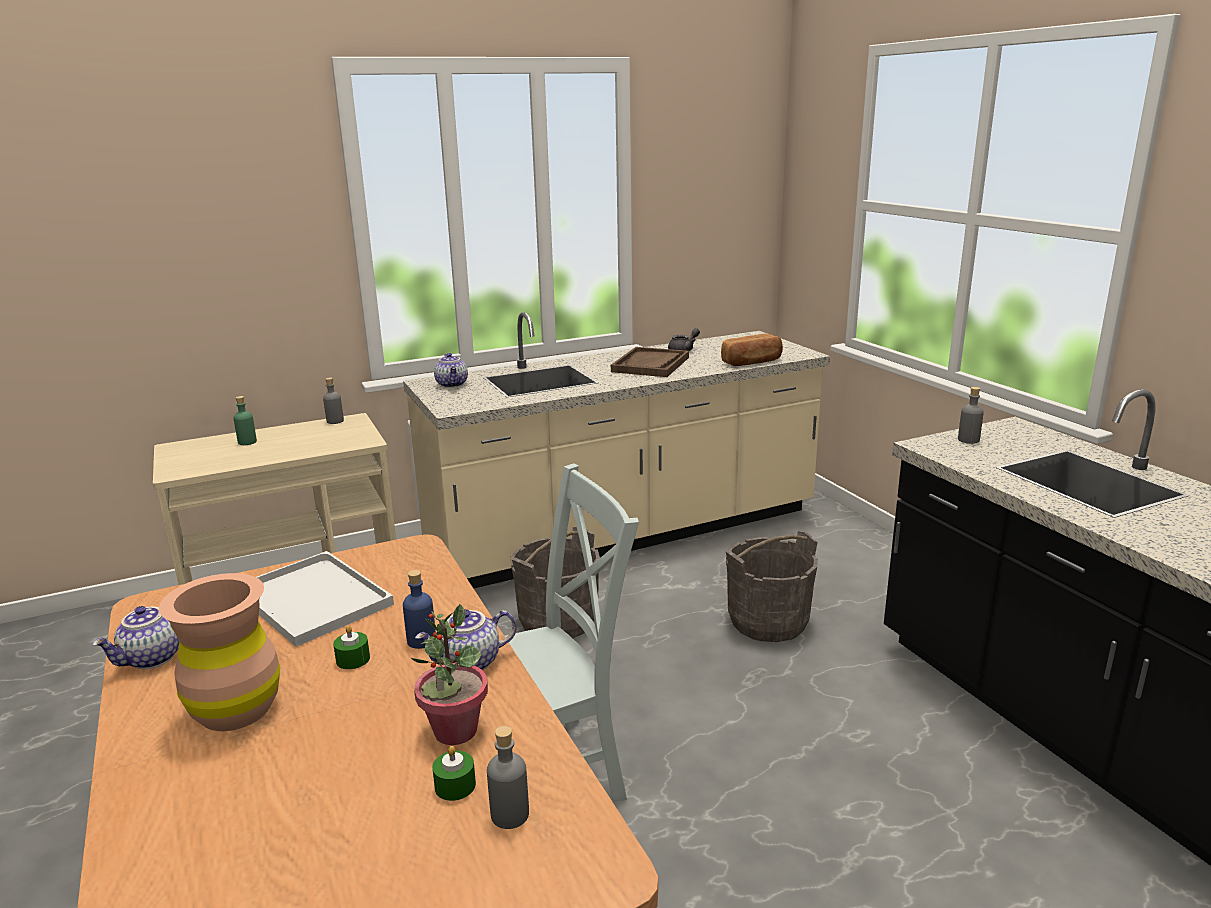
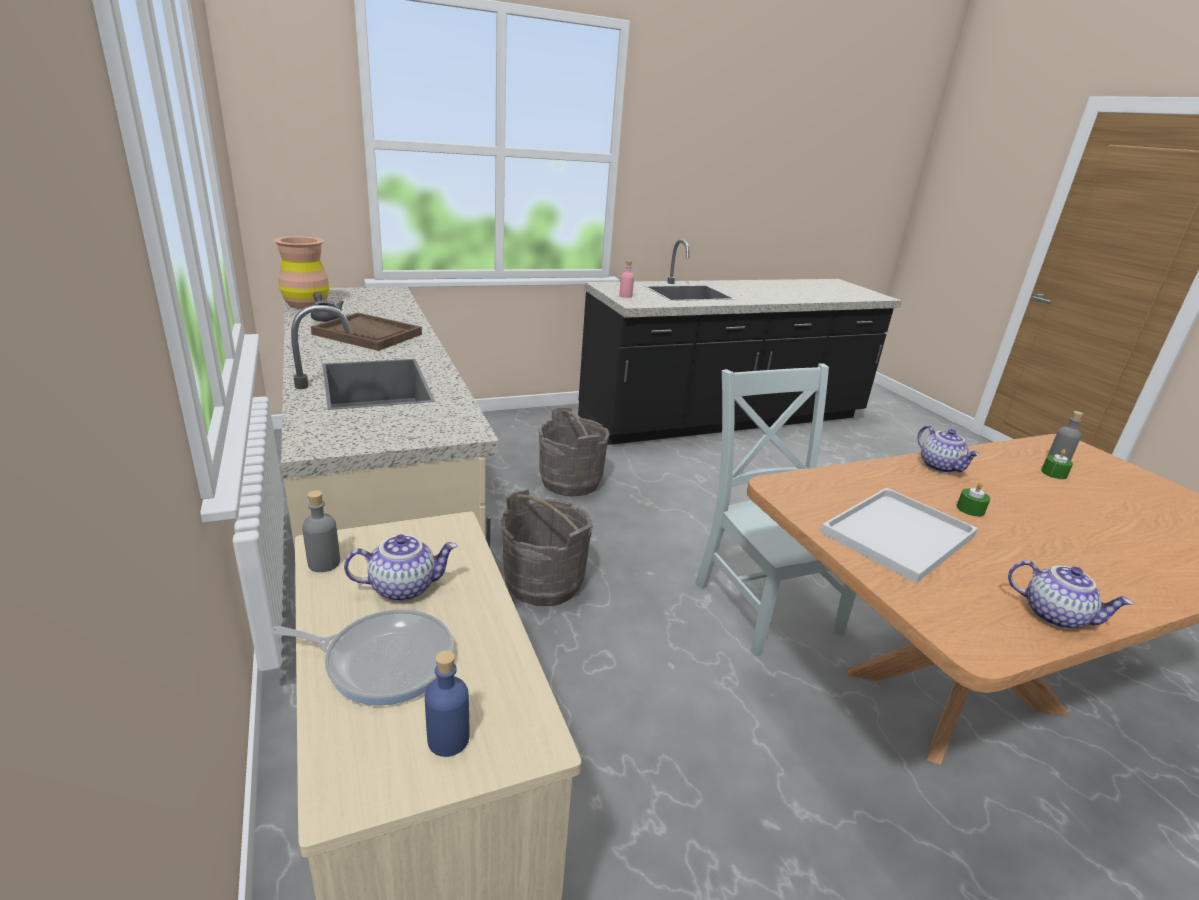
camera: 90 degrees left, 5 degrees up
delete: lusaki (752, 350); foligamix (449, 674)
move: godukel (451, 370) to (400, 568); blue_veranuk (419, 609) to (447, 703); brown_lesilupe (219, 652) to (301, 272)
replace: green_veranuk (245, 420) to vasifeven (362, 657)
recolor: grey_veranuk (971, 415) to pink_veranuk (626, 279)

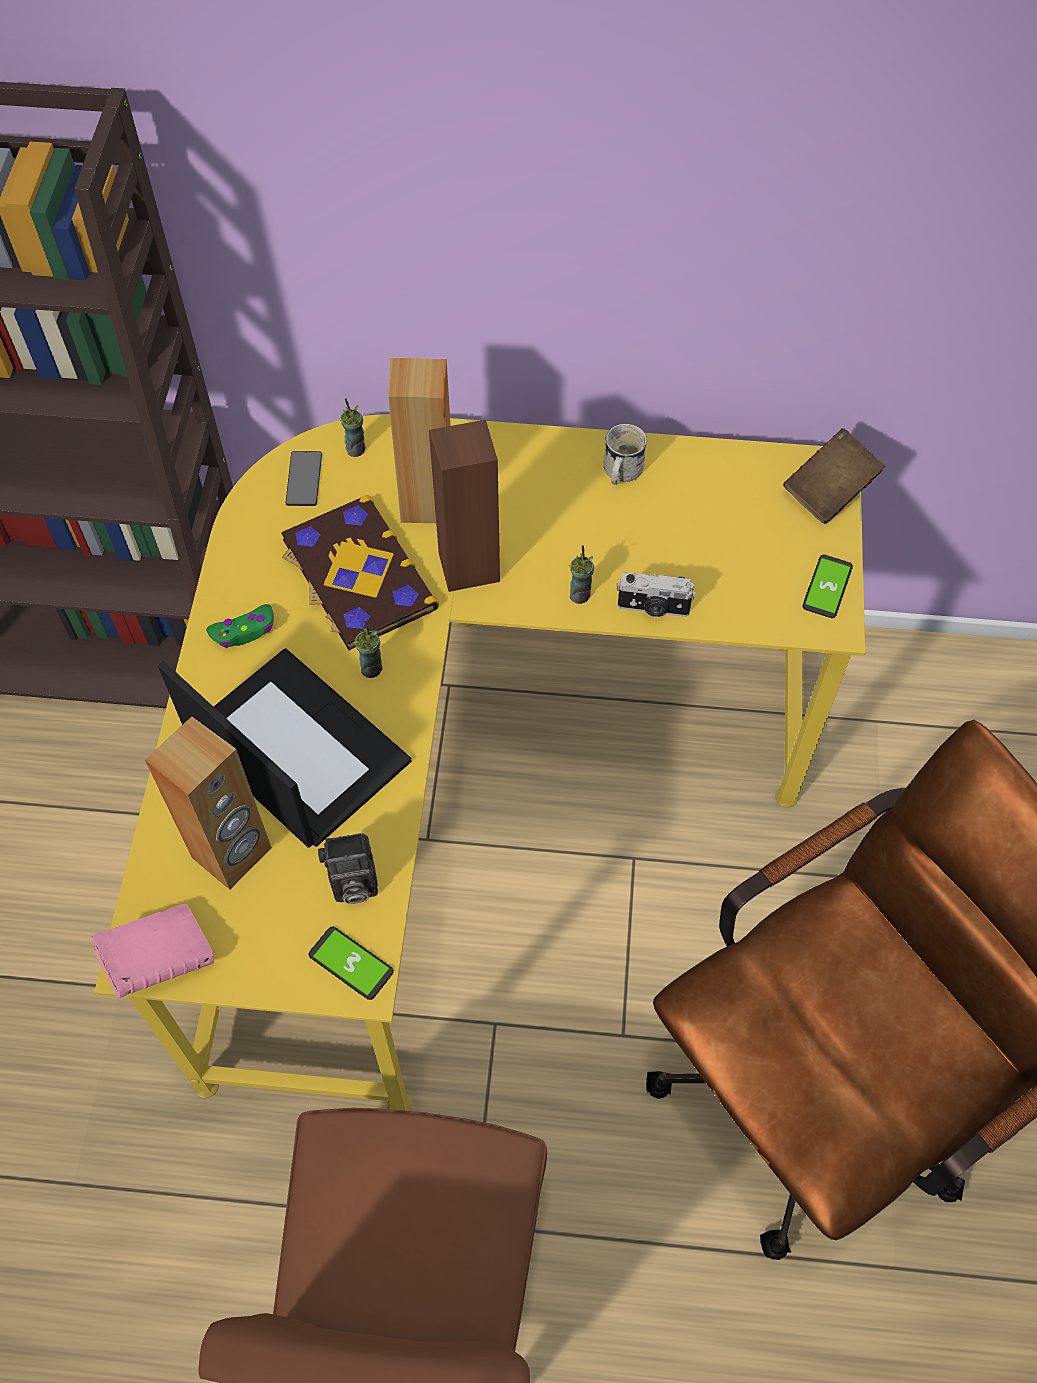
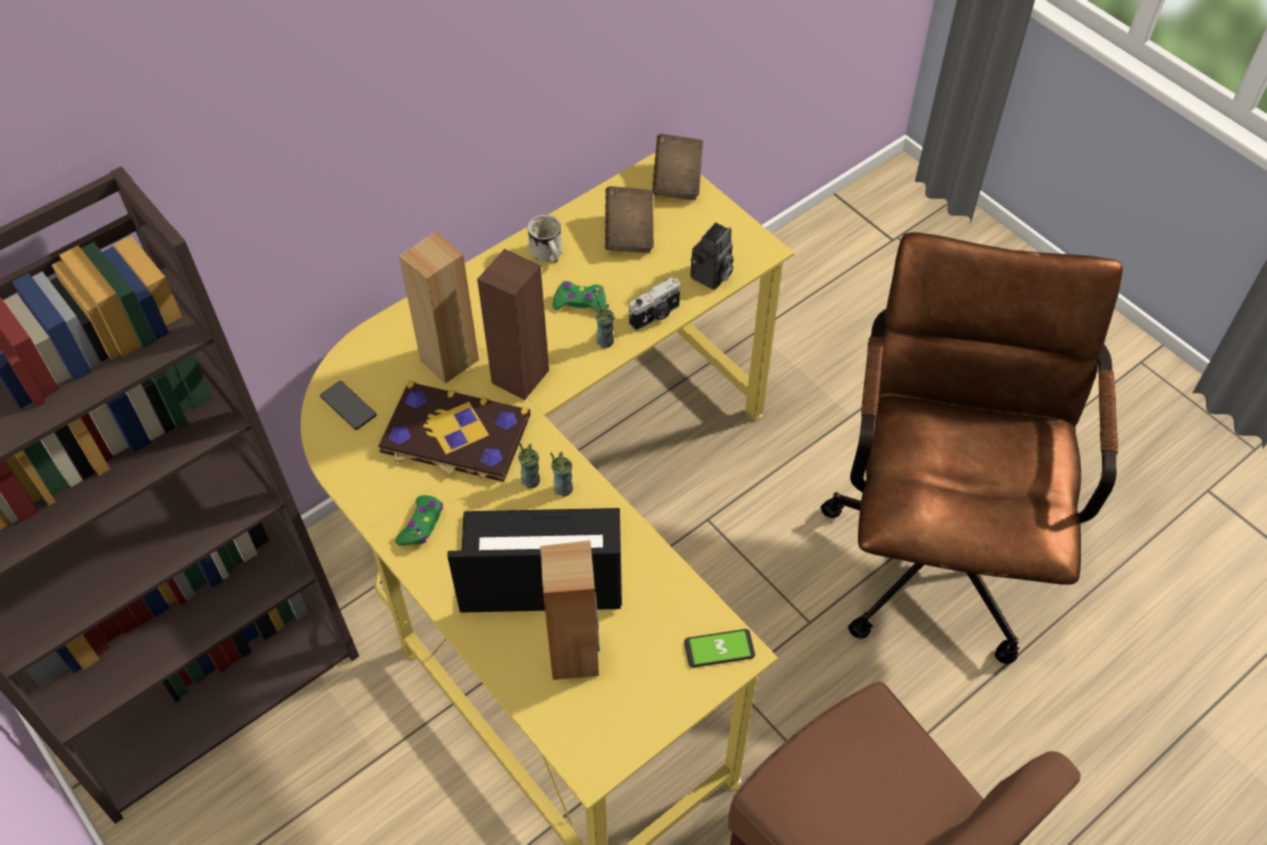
camera: 45 degrees left, 5 degrees down
delete: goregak (827, 586); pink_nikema (153, 951)
insert: brown_nikema (629, 219); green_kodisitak (579, 296)
move: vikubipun (353, 427) to (561, 474); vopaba (348, 868) to (712, 256)

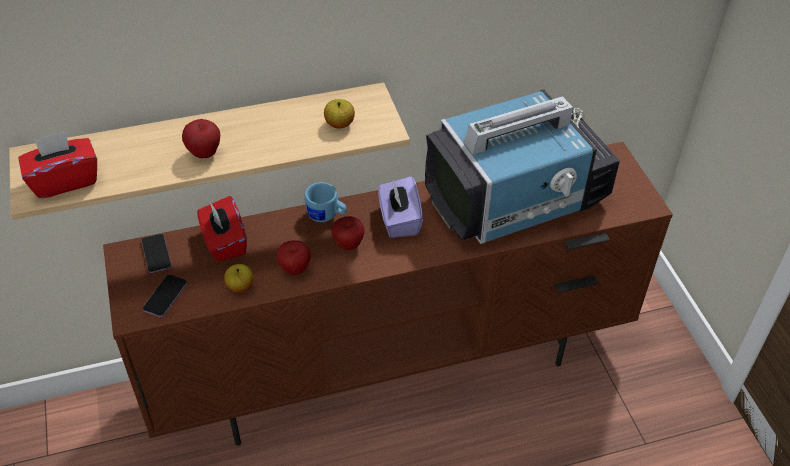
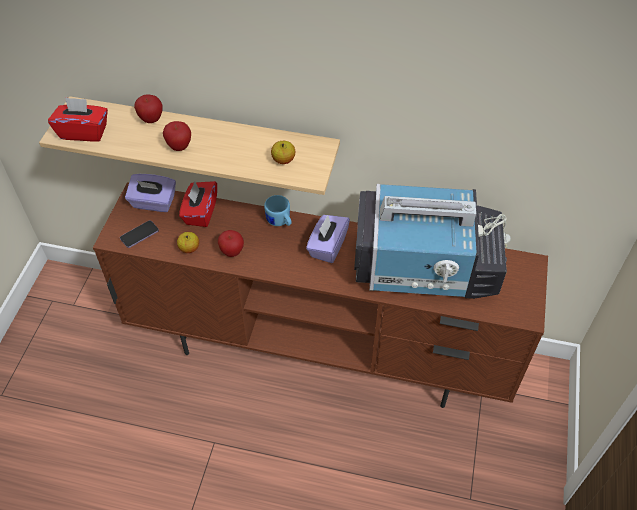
camera: 30 degrees right, 5 degrees up
move: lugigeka (348, 233) to (148, 108)
replace: goregak (156, 253) to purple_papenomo (150, 193)

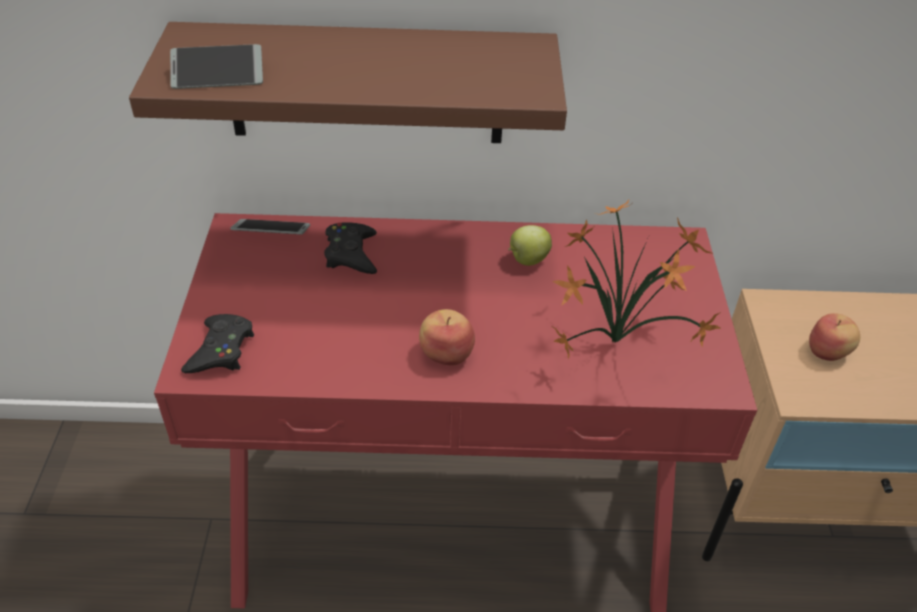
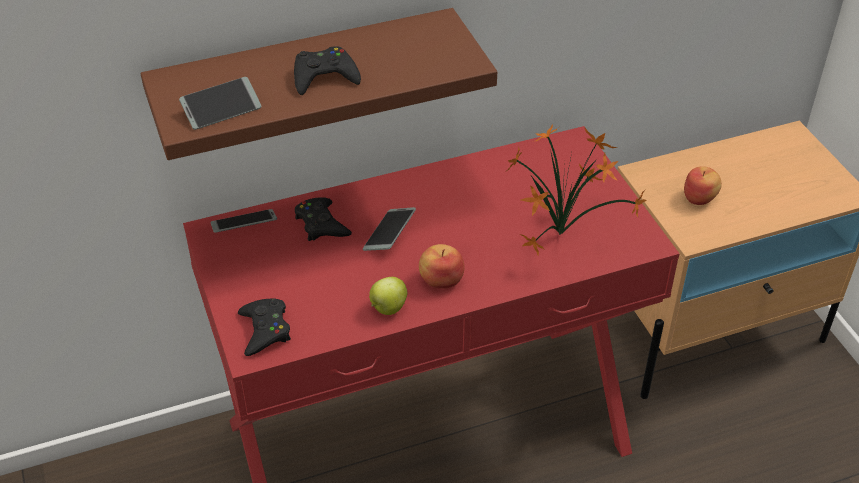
camera: 20 degrees left, 0 degrees up
insert: black_kodisitak (327, 70); goregak (389, 229)
move: lugigeka (530, 245) to (388, 296)

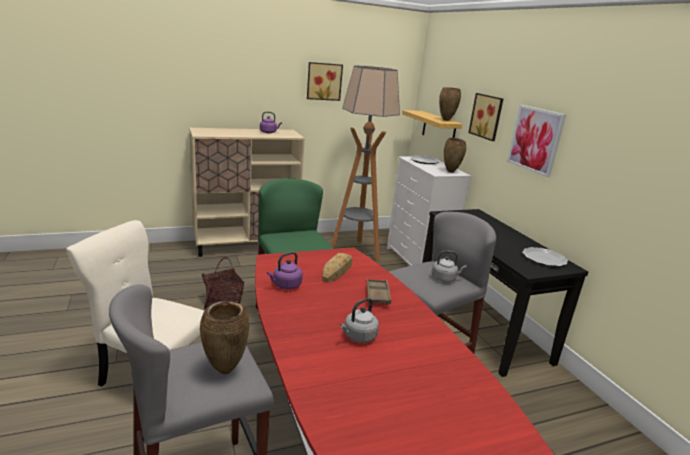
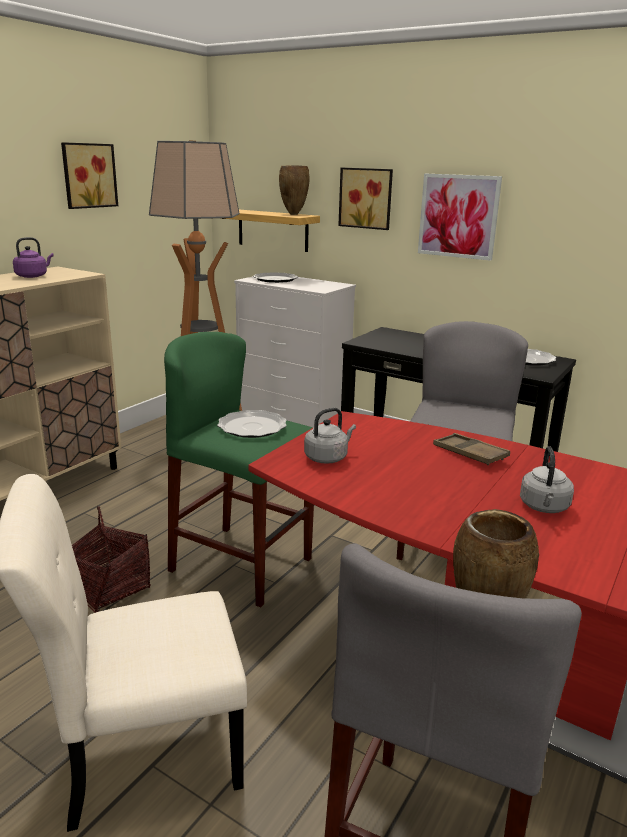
camera: 35 degrees left, 0 degrees up
delete: brown_lesilupe (455, 155); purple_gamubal (285, 270); lusaki (337, 268)
insert: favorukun (252, 424)
move: grey_gamubal (449, 266) to (330, 436)

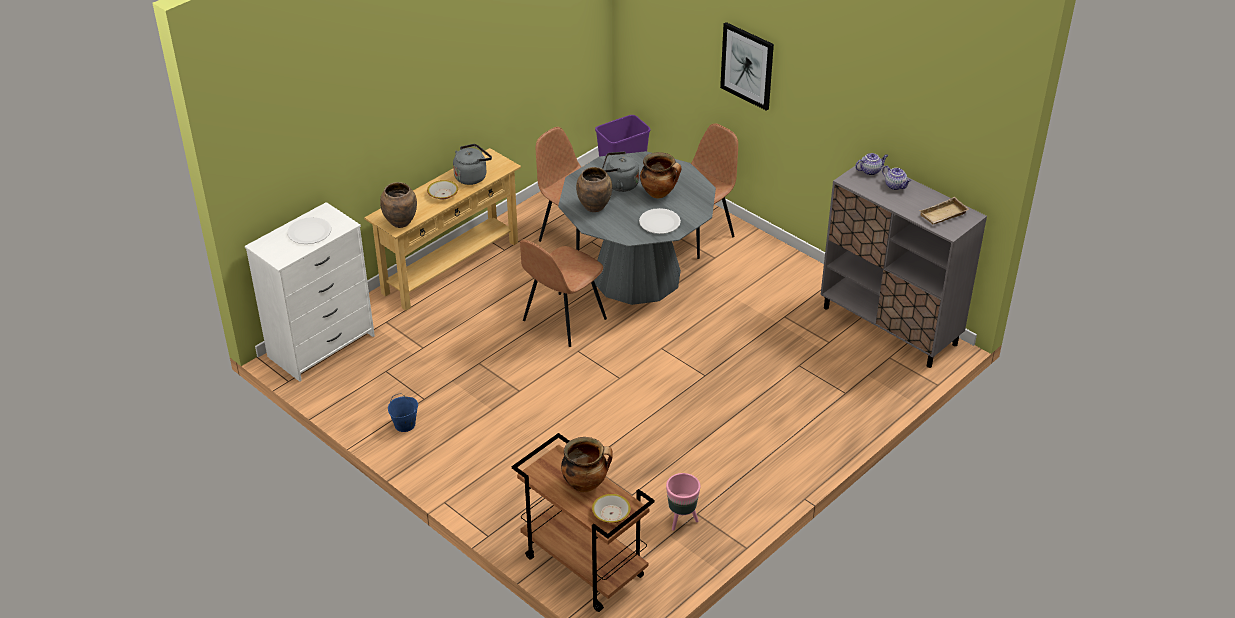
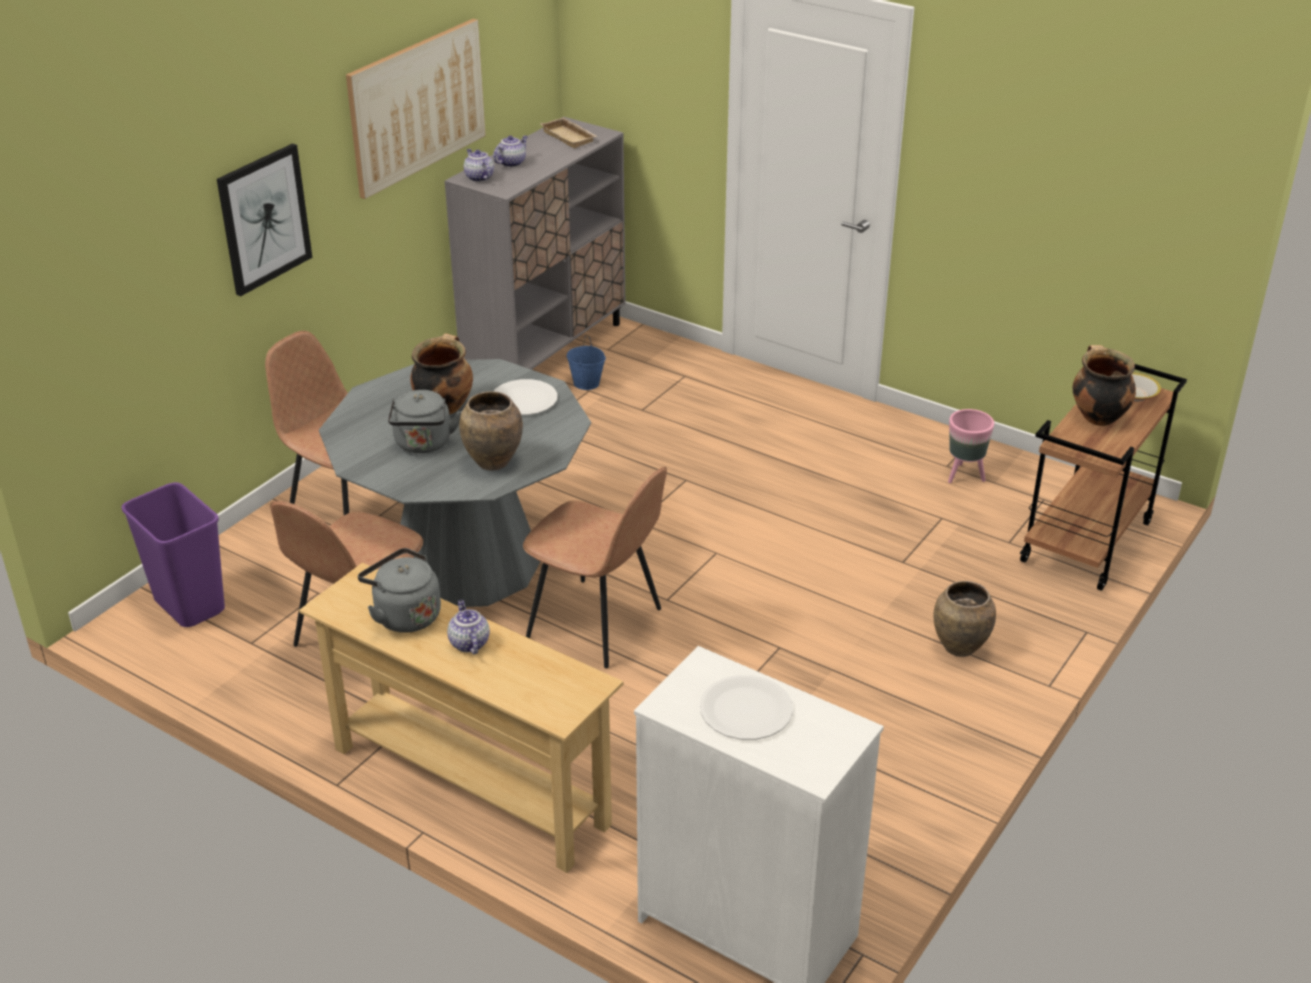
camera: 100 degrees left, 5 degrees down
insert: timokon (416, 109)
move: brown_lesilupe (398, 205) to (965, 619); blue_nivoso (403, 413) to (586, 362)
replace: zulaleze (442, 190) to godukel (468, 627)

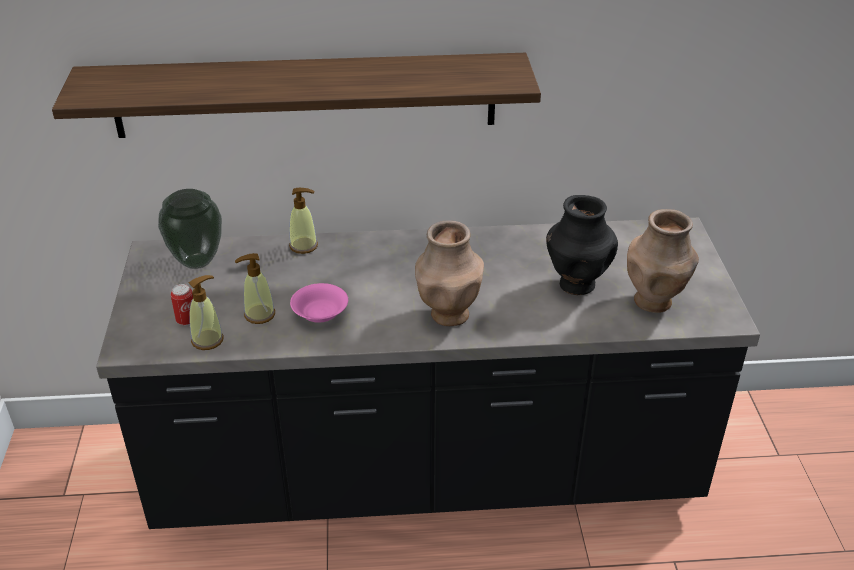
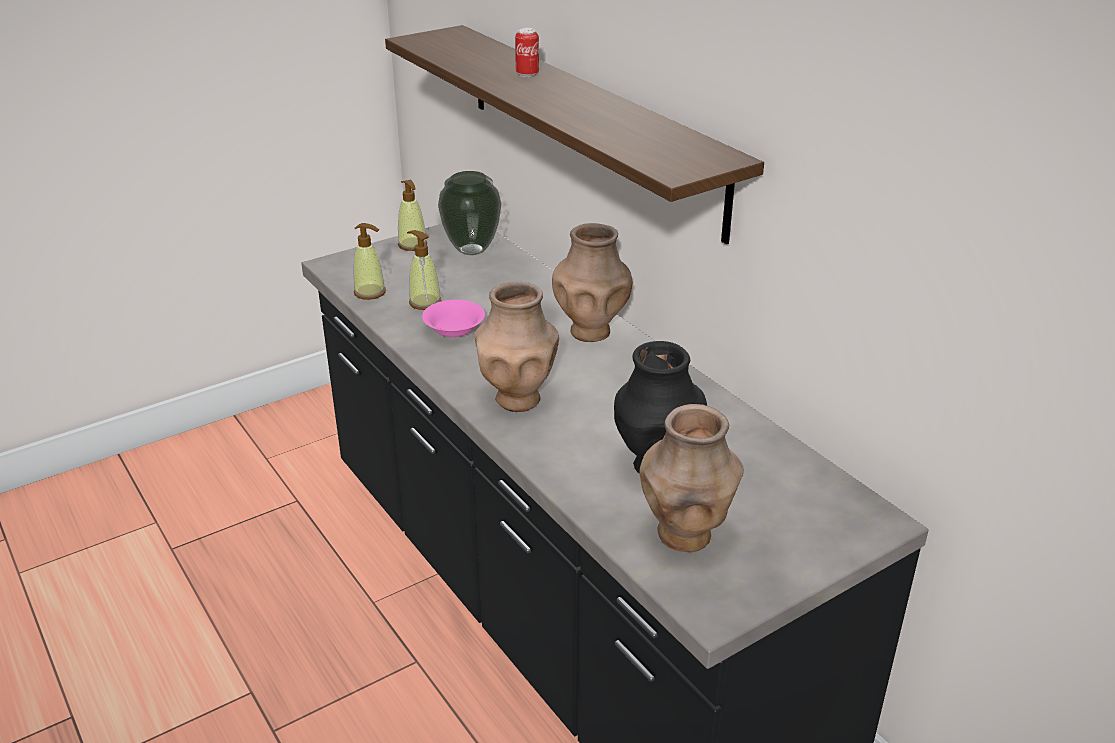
camera: 60 degrees right, 5 degrees down
insert: brown_lesilupe (592, 282)
move: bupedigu (303, 221) to (412, 215); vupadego (182, 305) to (527, 52)

